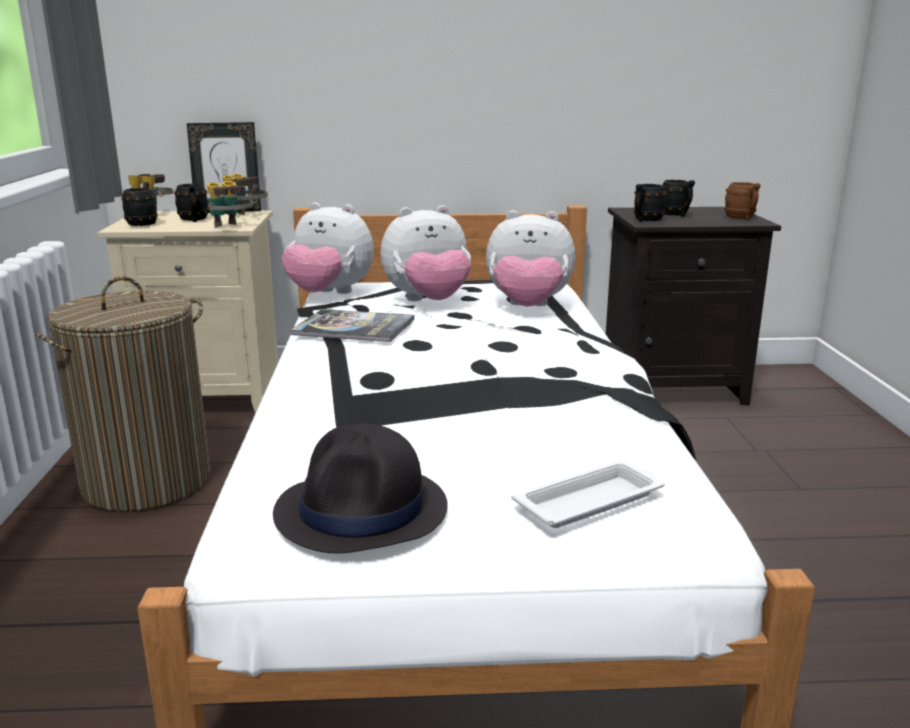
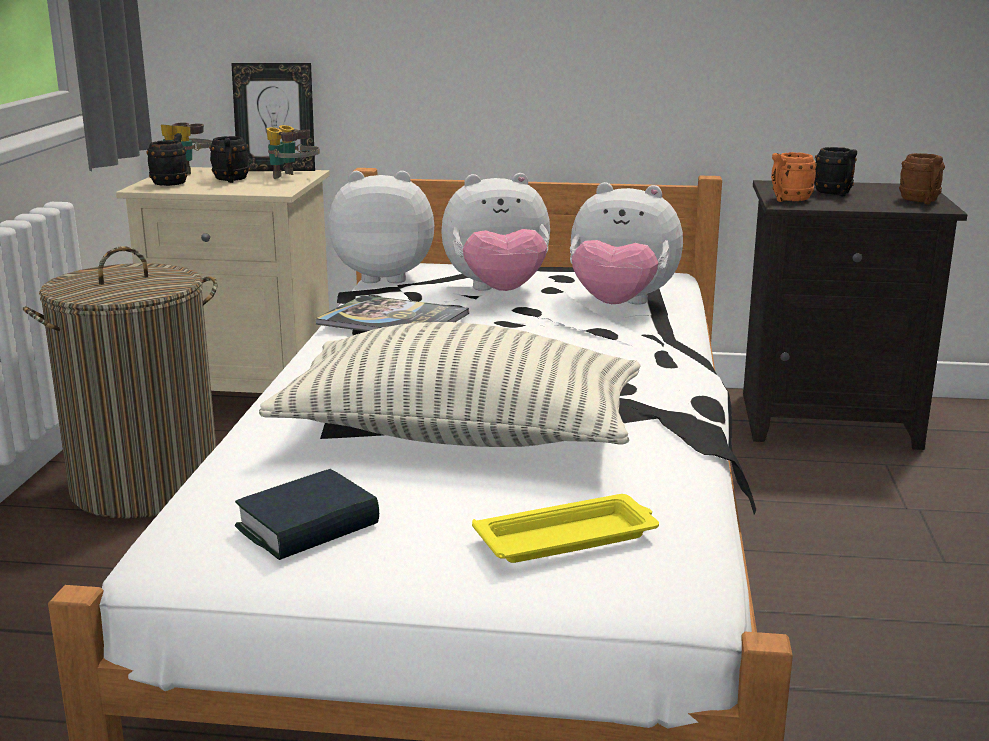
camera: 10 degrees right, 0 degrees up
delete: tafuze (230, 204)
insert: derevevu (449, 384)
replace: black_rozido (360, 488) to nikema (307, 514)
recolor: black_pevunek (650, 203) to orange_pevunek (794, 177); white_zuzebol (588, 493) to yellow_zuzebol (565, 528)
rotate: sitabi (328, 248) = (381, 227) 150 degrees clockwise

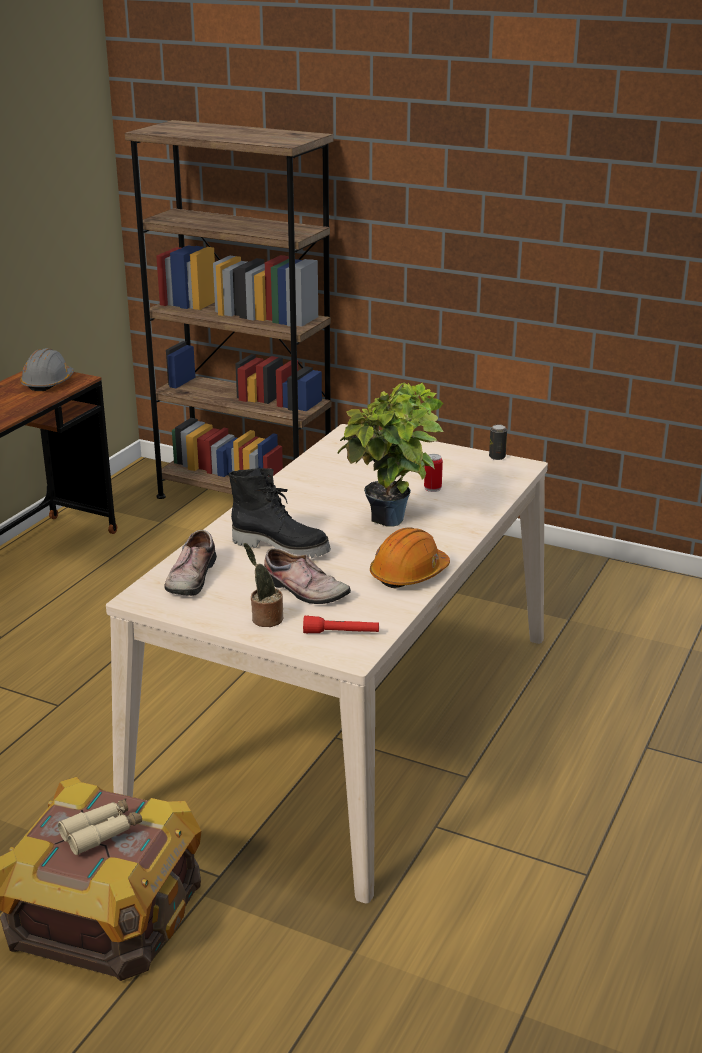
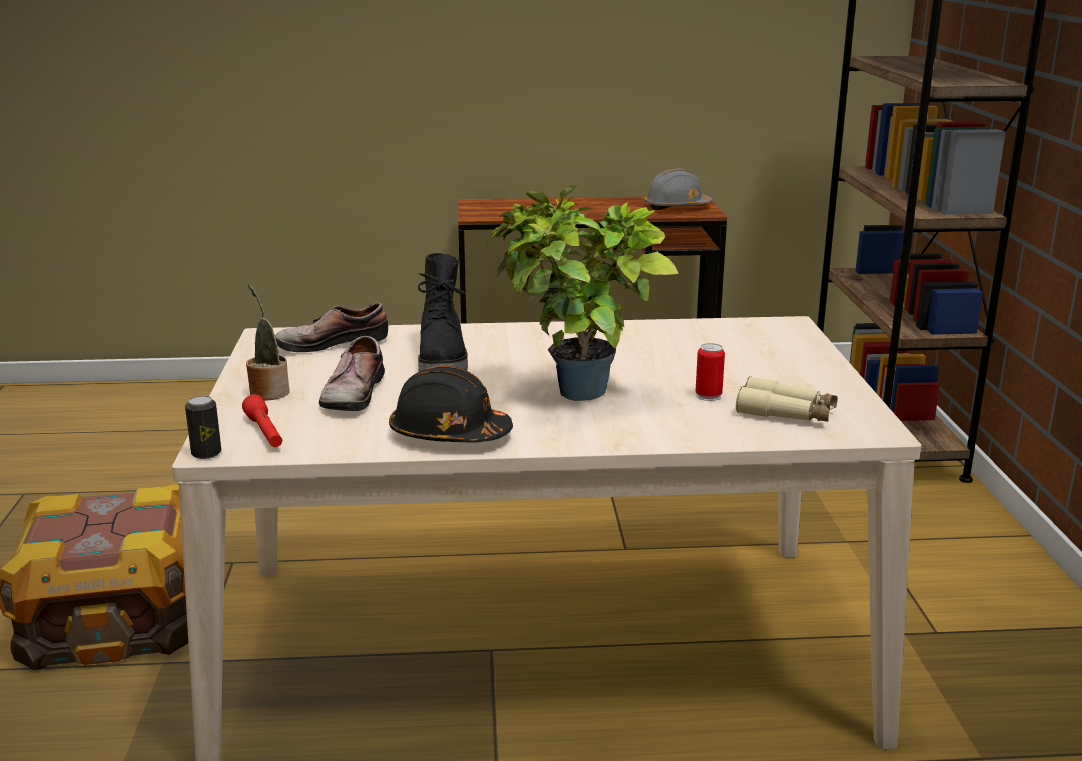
camera: 60 degrees right, 5 degrees down
move: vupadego (498, 442) to (203, 427); beige_tafuze (100, 826) to (787, 399)
recolor: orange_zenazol (410, 558) to black_zenazol (451, 404)

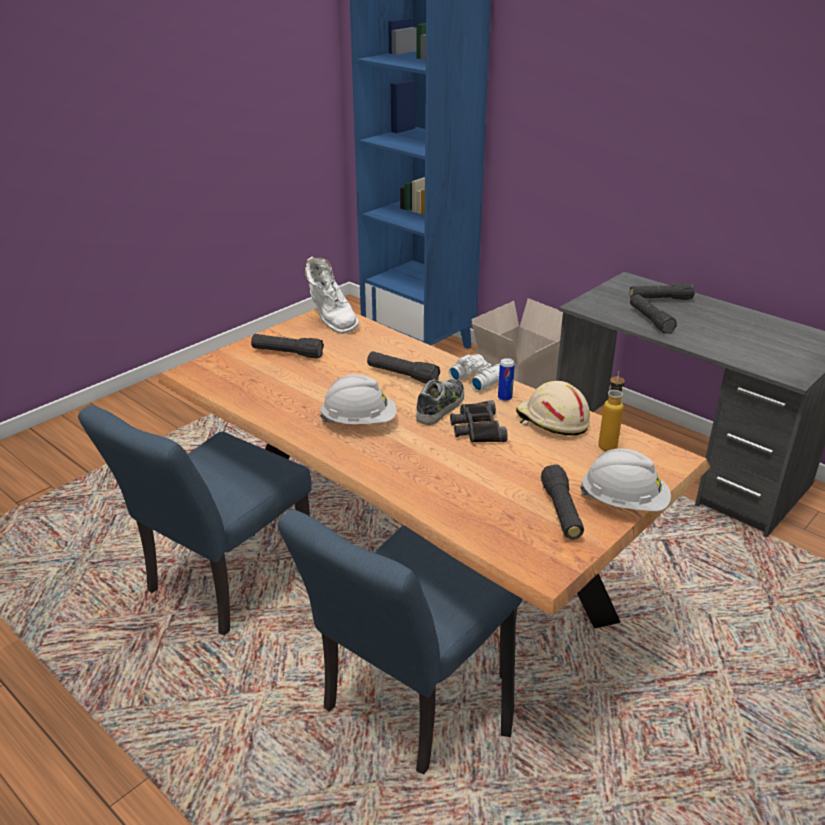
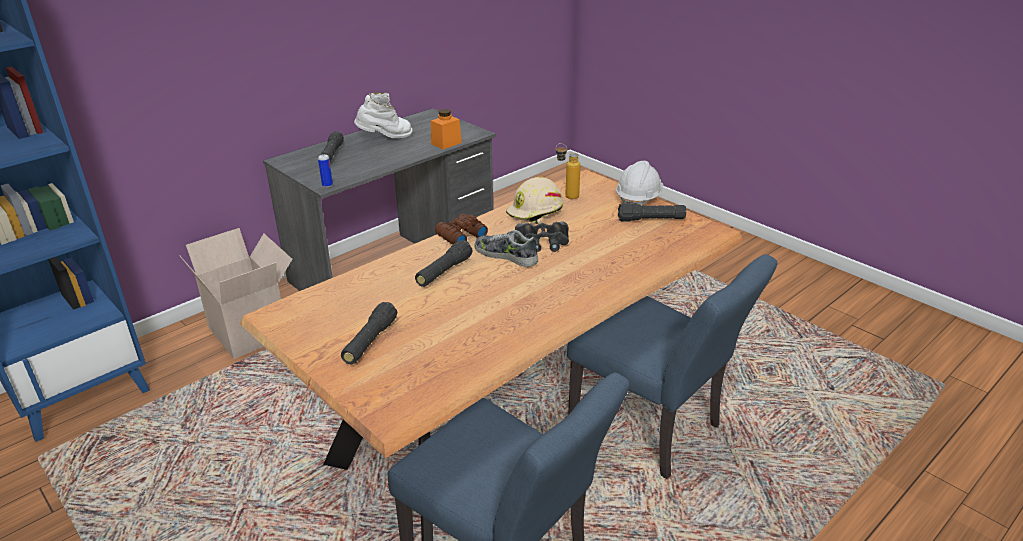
camera: 85 degrees left, 0 degrees up
delete: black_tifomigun (653, 313); white_zenazol (358, 399)
insert: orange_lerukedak (446, 129)
move: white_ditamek (332, 295) to (383, 115); vupadego (506, 379) to (325, 170)
recolor: white_tafuze (474, 372) to brown_tafuze (461, 229)

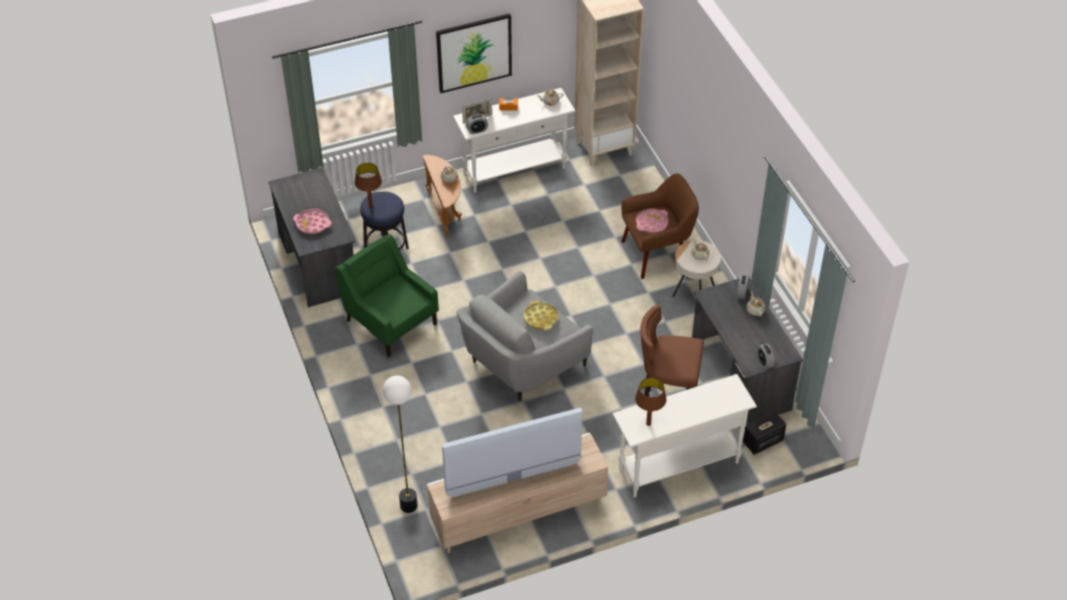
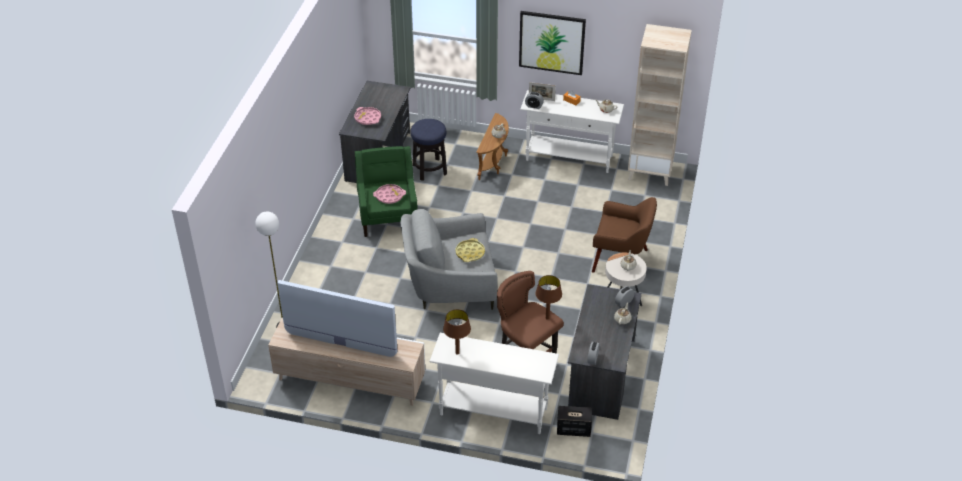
camera: 35 degrees right, 5 degrees down
move: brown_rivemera (368, 186) to (549, 297); pink_zuzebol (652, 221) to (389, 194)

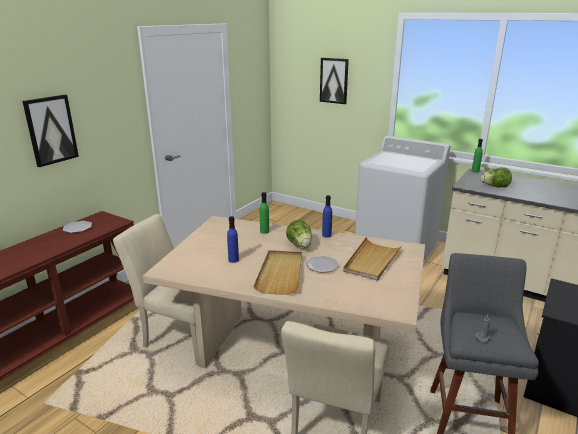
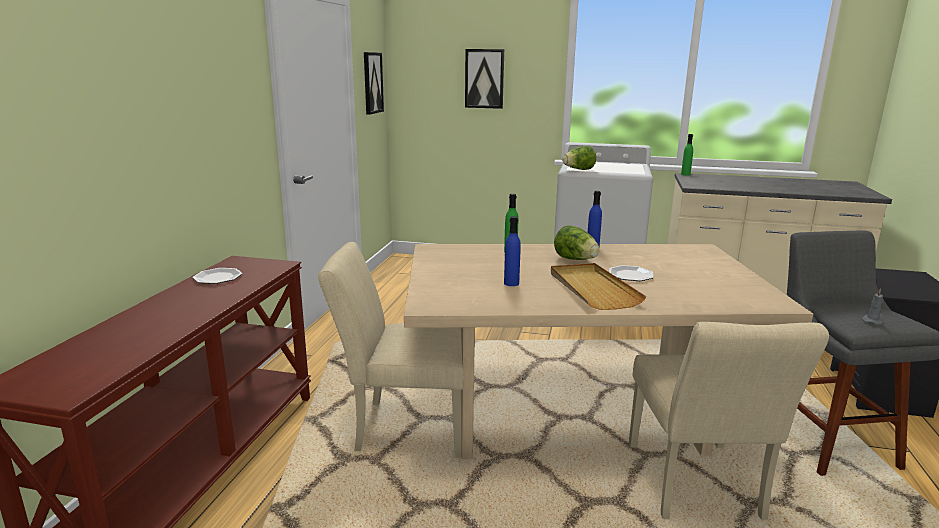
camera: 20 degrees left, 5 degrees down
delete: beige_zuzebol (372, 259)
move: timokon (50, 131) to (374, 83); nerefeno (496, 177) to (579, 158)

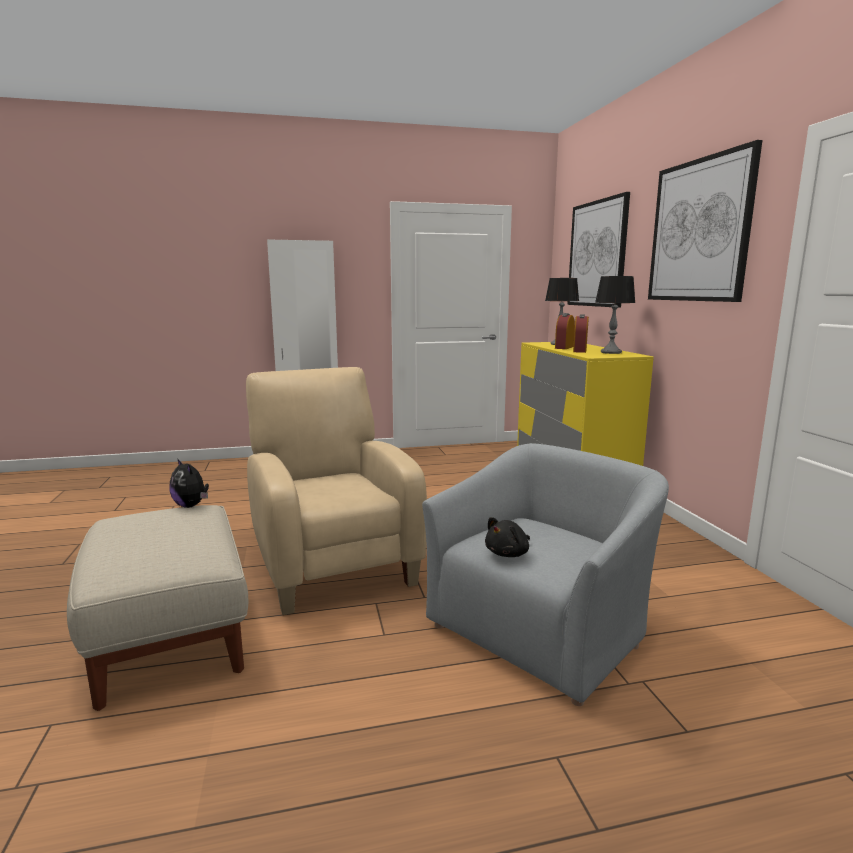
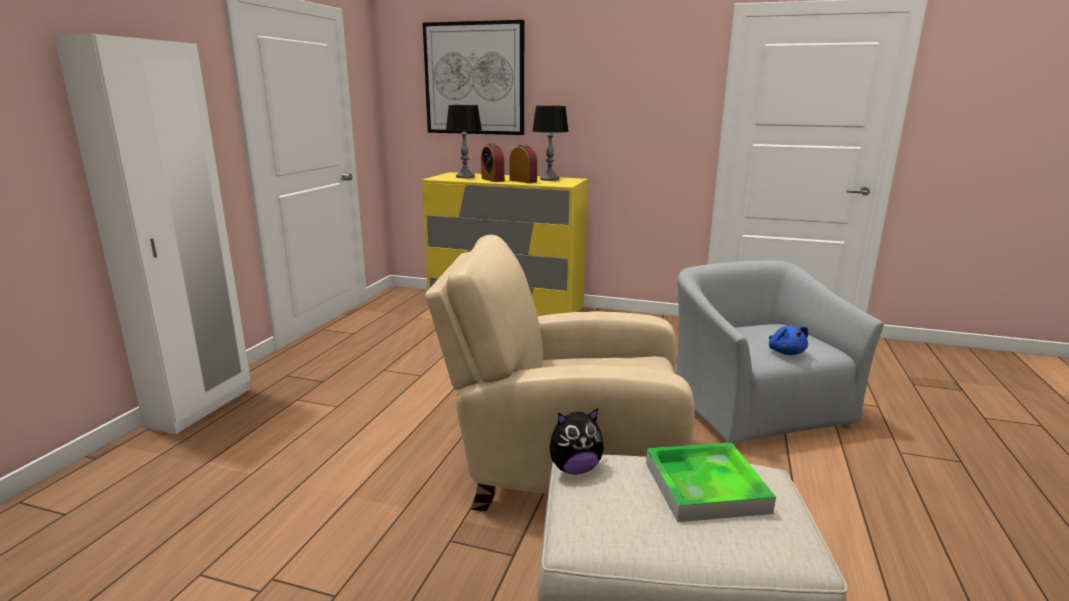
camera: 60 degrees left, 5 degrees up
delete: timokon (705, 221)
insert: zuzebol (711, 482)
recolor: black_sitabi (507, 537) to blue_sitabi (788, 340)

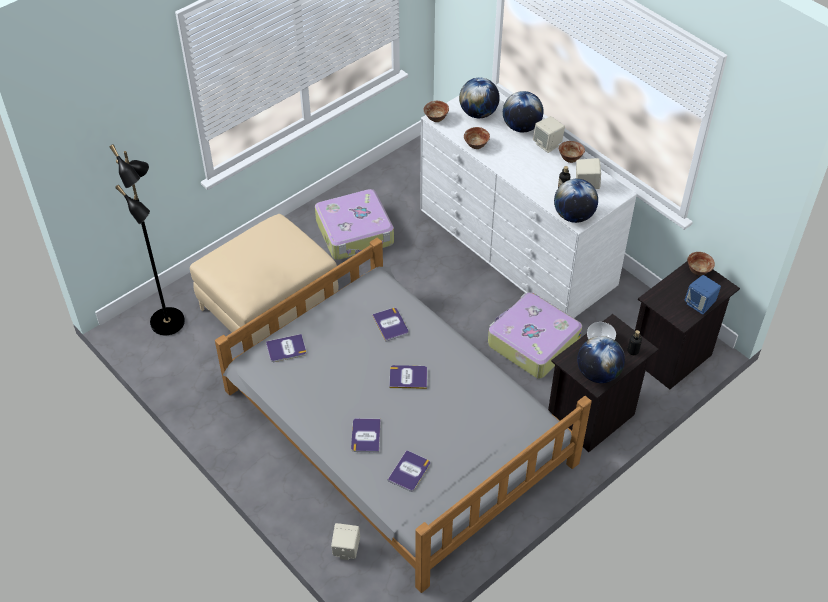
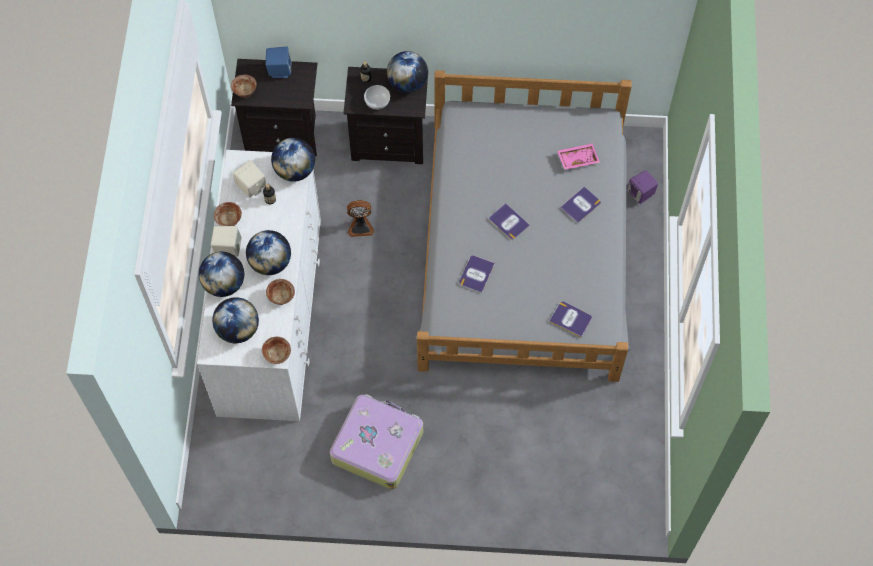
camera: 135 degrees left, 15 degrees up
delete: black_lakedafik (147, 239); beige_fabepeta (264, 280)
insert: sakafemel (268, 252)
replace: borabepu (535, 335) to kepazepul (360, 218); nikema (409, 471) to pink_zuzebol (578, 156)
recolor: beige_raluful (345, 541) to purple_raluful (642, 187)

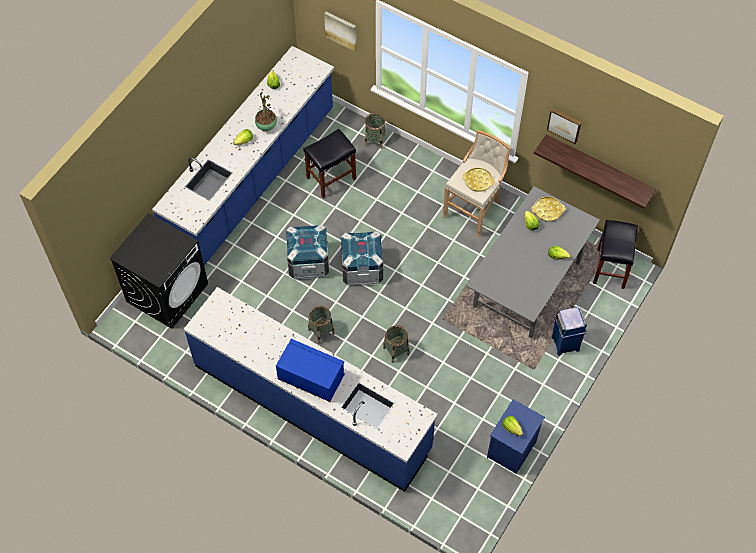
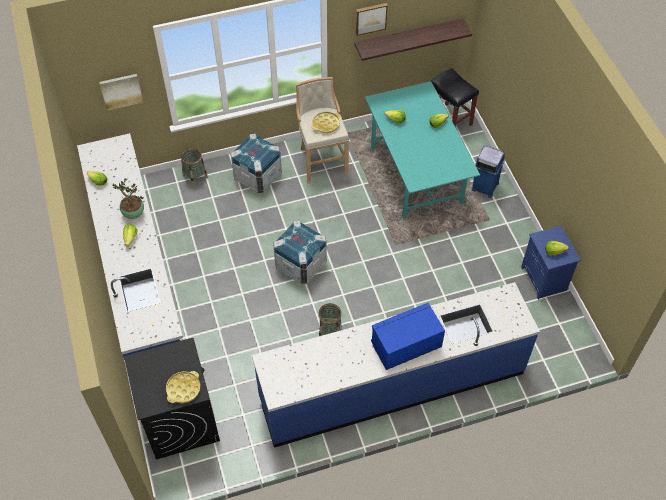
camera: 50 degrees left, 5 degrees down
delete: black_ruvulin (330, 163); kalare (396, 344)
move: yellow_zuzebol (548, 209) to (183, 387); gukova (307, 251) to (256, 163)
recolor: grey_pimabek (533, 262) to turquoise_pimabek (422, 150)

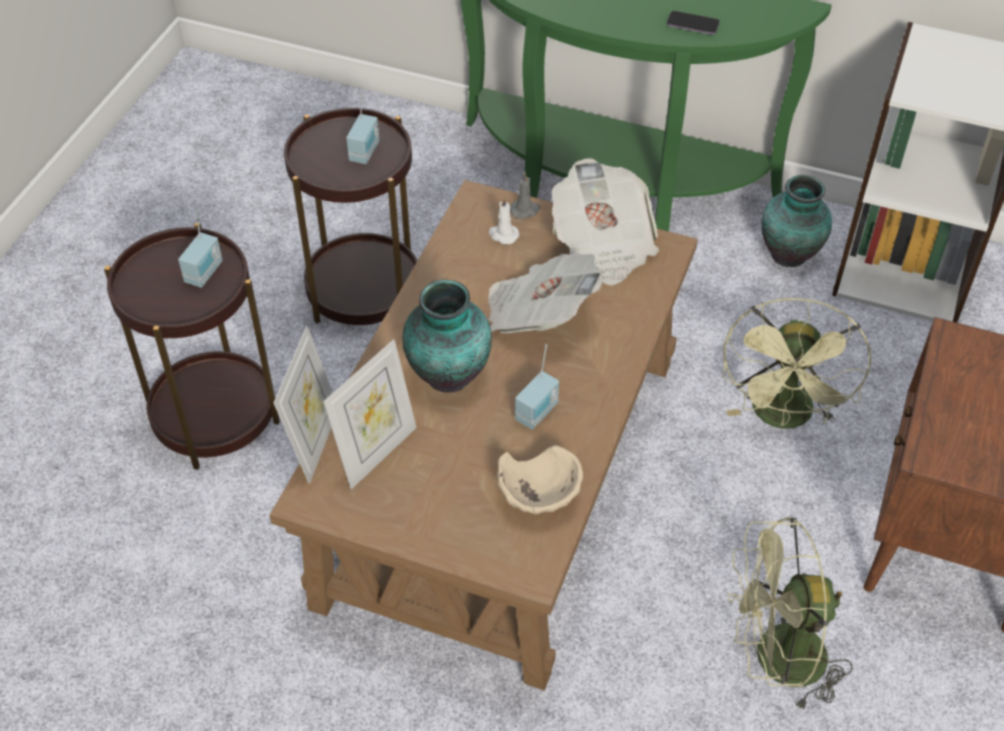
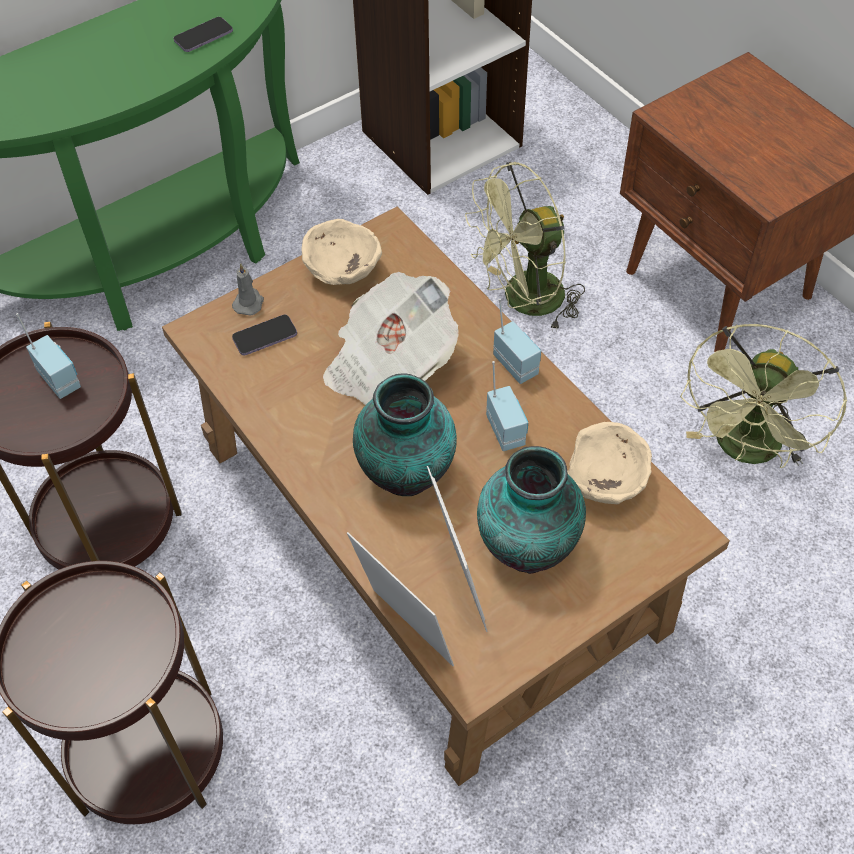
camera: 55 degrees left, 5 degrees up
move: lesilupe (796, 221) to (531, 510); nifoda (200, 245) to (517, 341)
replace: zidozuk (605, 222) to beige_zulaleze (342, 252); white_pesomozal (504, 220) to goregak (264, 335)
rotate: green_kepazepul (797, 363) = (525, 246) 105 degrees clockwise

